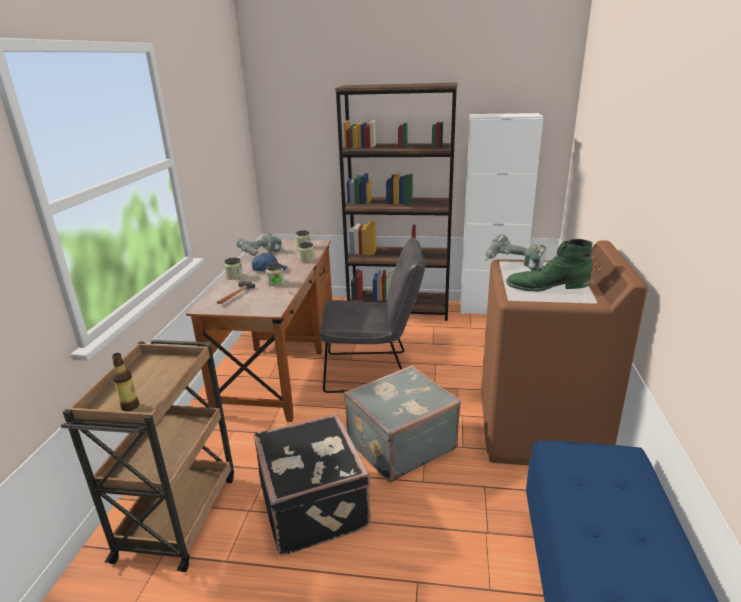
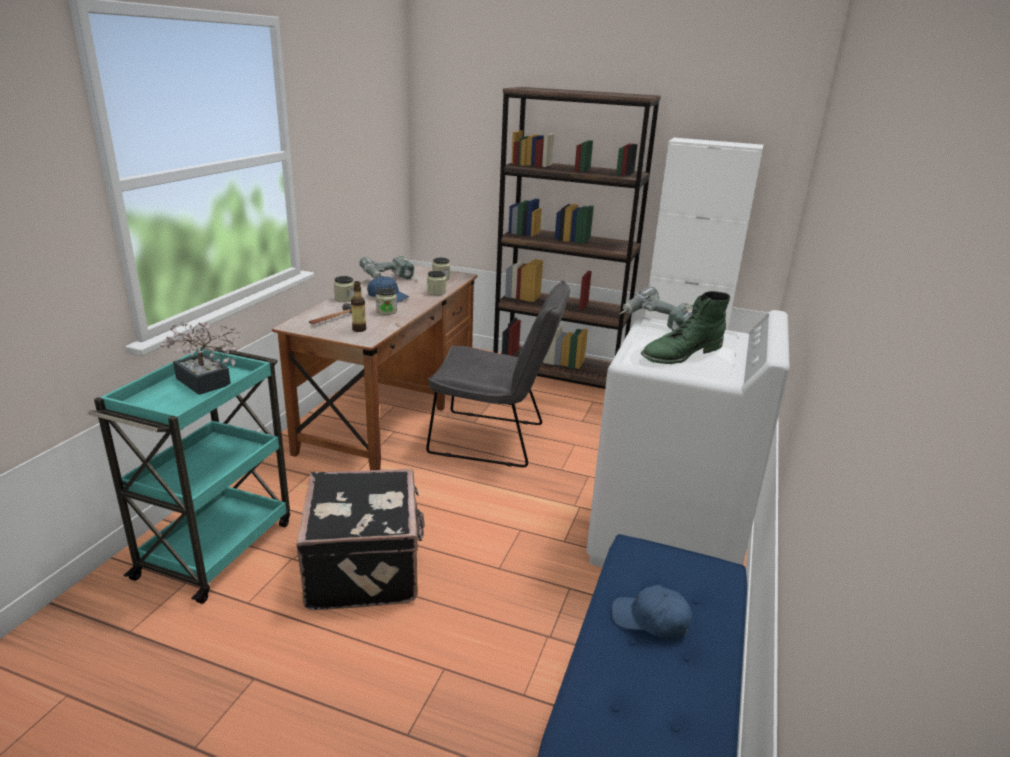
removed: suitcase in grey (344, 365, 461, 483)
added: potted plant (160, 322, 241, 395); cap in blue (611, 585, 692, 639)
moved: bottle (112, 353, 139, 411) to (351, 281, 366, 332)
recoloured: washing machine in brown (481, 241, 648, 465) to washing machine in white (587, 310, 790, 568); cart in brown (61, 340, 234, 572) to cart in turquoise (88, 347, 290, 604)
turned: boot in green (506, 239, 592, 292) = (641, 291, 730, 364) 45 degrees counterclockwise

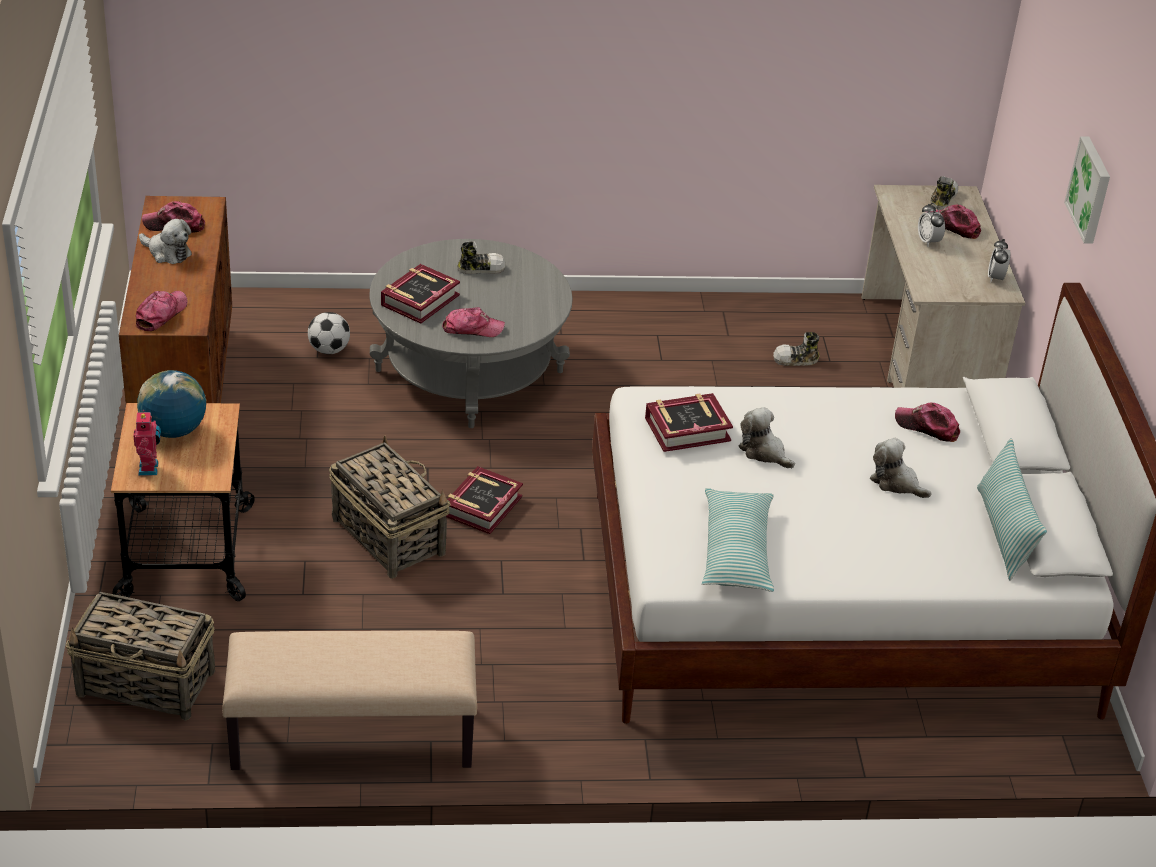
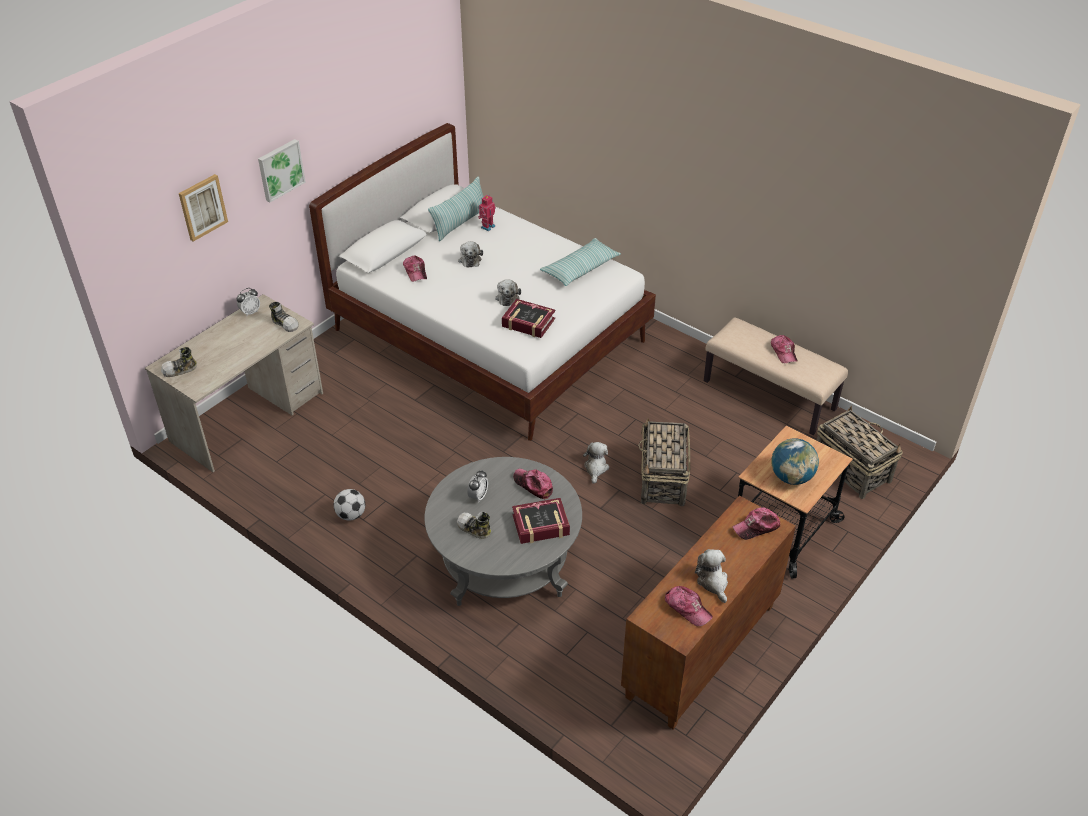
added: picture (179, 174, 228, 242)
moved: alarm clock (918, 203, 945, 247) to (467, 470, 488, 503); cap (931, 205, 981, 239) to (771, 335, 798, 363); football (308, 312, 350, 354) to (334, 489, 365, 521); shoe (773, 332, 820, 366) to (269, 302, 299, 332); toy robot (134, 410, 161, 476) to (478, 195, 496, 231)
replaced: book (446, 466, 523, 534) to plush toy (583, 442, 609, 484)

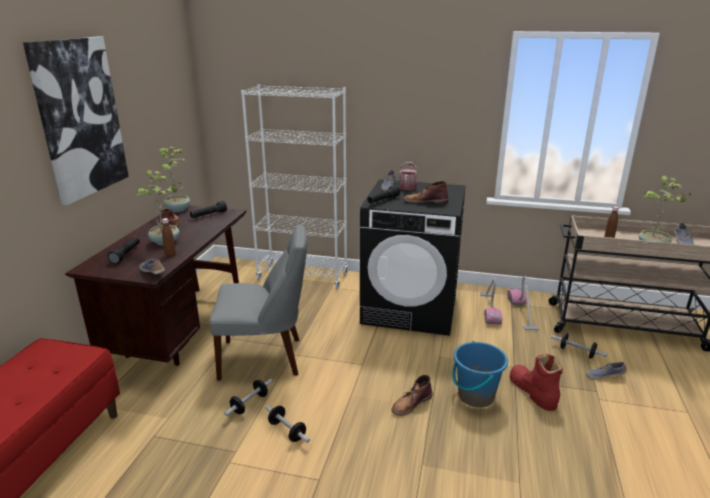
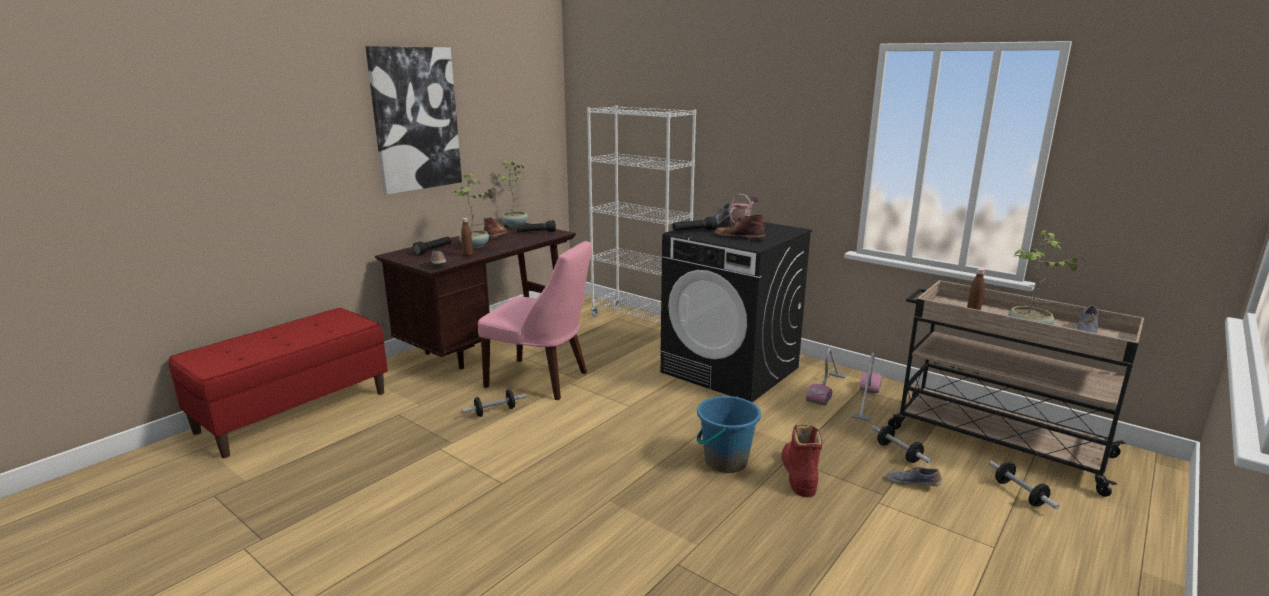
removed: boot in brown (391, 375, 433, 416)
moved: dumbbell (265, 405, 310, 443) to (989, 461, 1059, 509)
recoloured: chair in grey (210, 225, 307, 380) to chair in pink (478, 241, 592, 400)

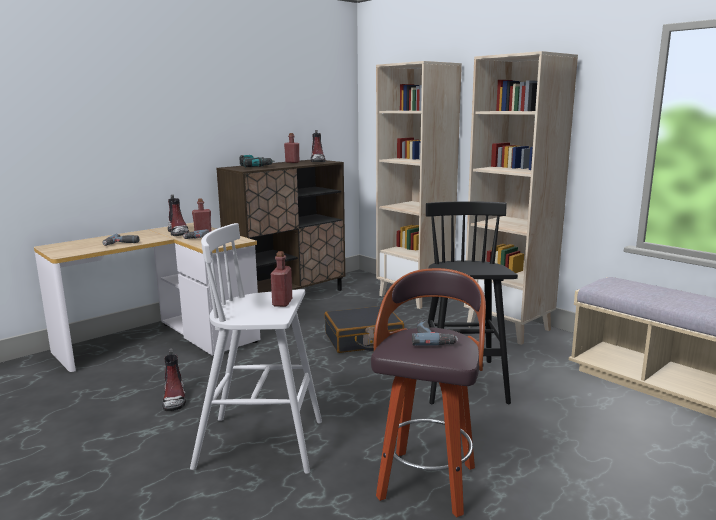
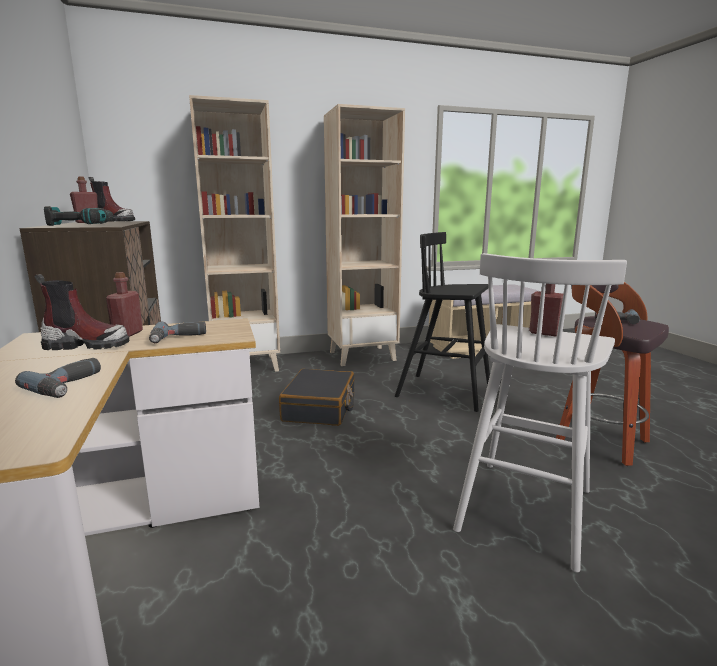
removed: boot (162, 349, 186, 411)

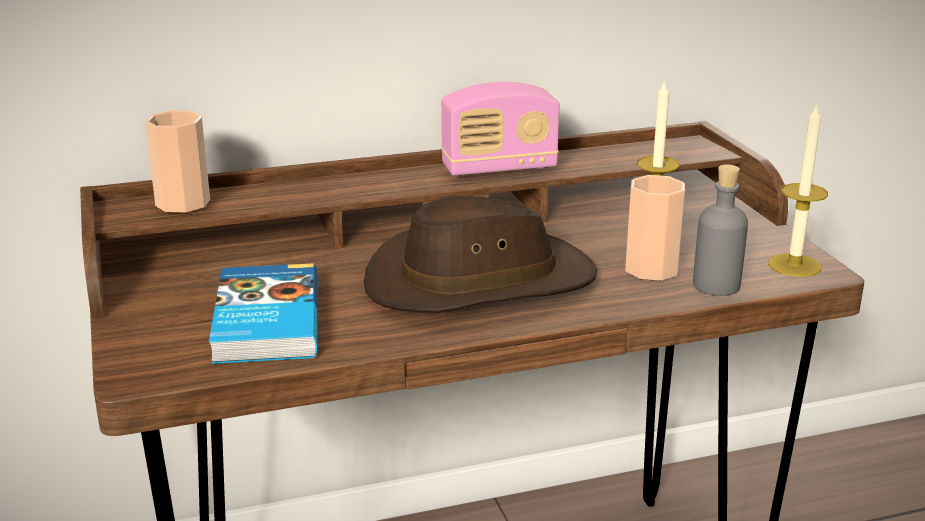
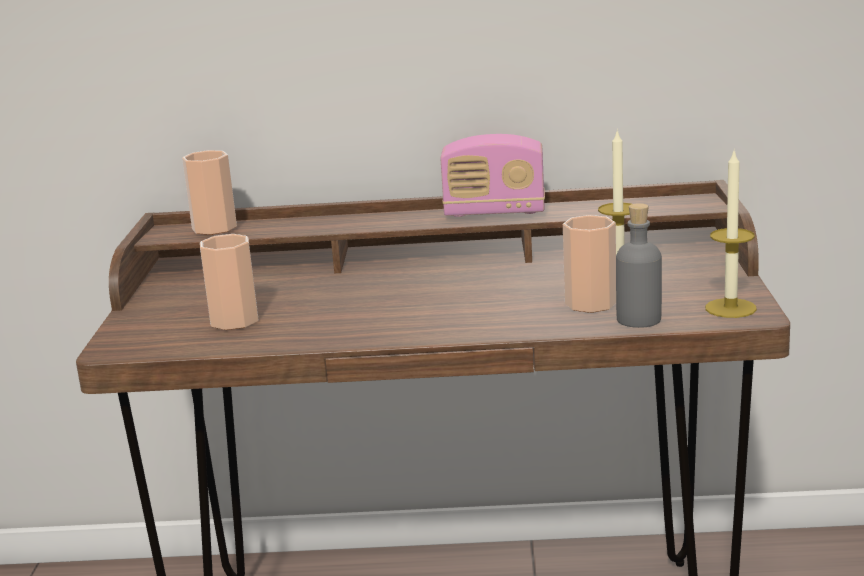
removed: hat in brown (364, 196, 597, 313)
replaced: book (209, 263, 317, 364) to cup (200, 234, 259, 330)

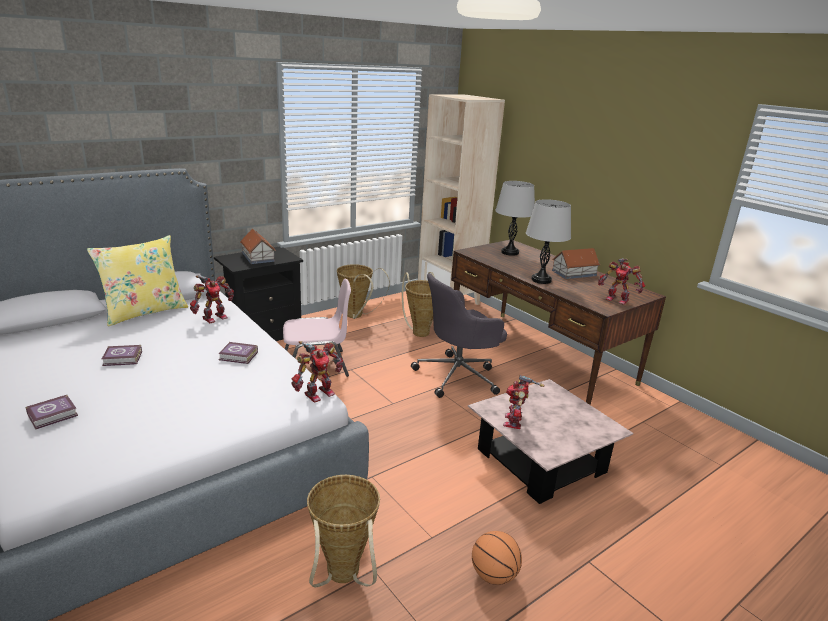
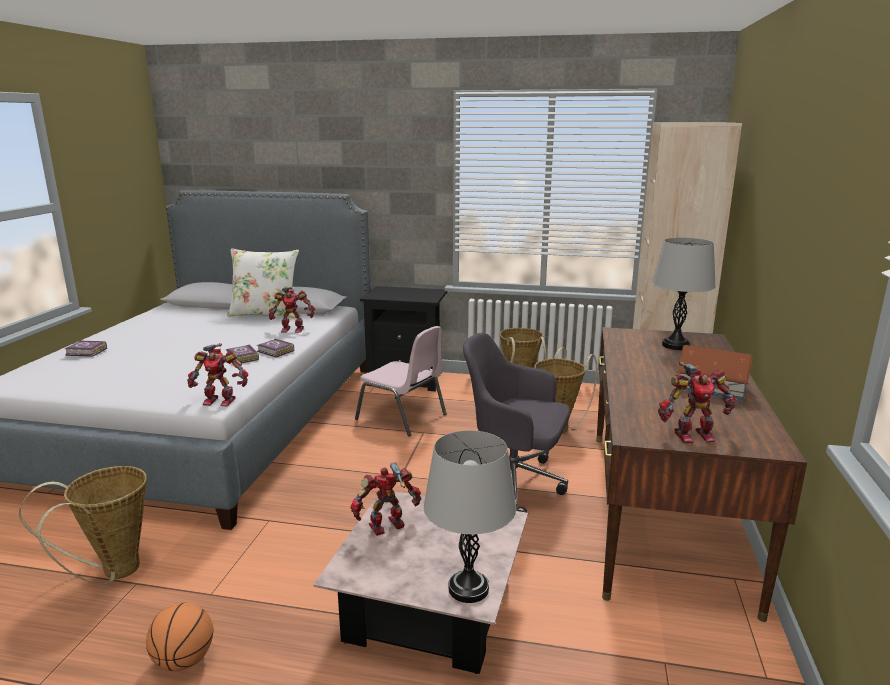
removed: toy house (240, 229, 276, 264)
moved: table lamp in grey (526, 199, 571, 284) to (423, 430, 517, 603); book (102, 345, 142, 366) to (257, 339, 294, 357)
recoloured: pillow in yellow (87, 235, 188, 326) to pillow in white (227, 248, 299, 319)
turned: toy robot (598, 259, 645, 305) = (658, 362, 736, 443) 90 degrees counterclockwise

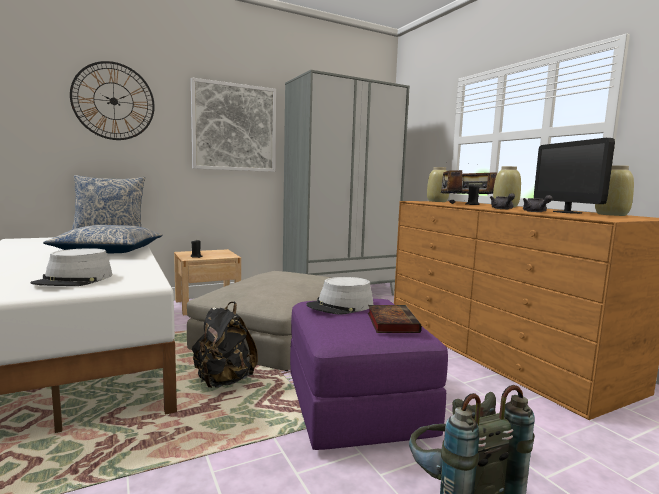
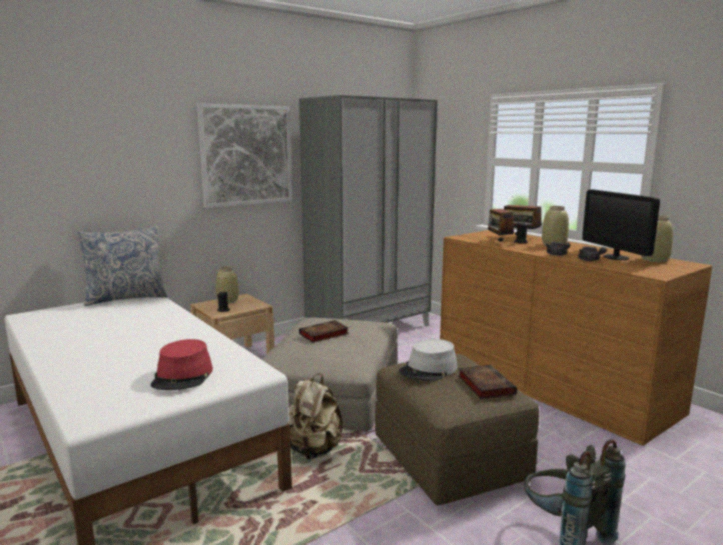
removed: wall clock (70, 61, 155, 140); pillow (43, 225, 163, 253)
added: book (299, 320, 349, 343)
moved: vase in beige (427, 167, 449, 202) to (216, 266, 239, 303)
recoloured: hat in grey (31, 248, 113, 286) to hat in red (151, 339, 213, 390); ottoman in purple (290, 299, 448, 450) to ottoman in brown (375, 354, 539, 505); backpack in black (192, 302, 258, 388) to backpack in beige (288, 373, 343, 459)

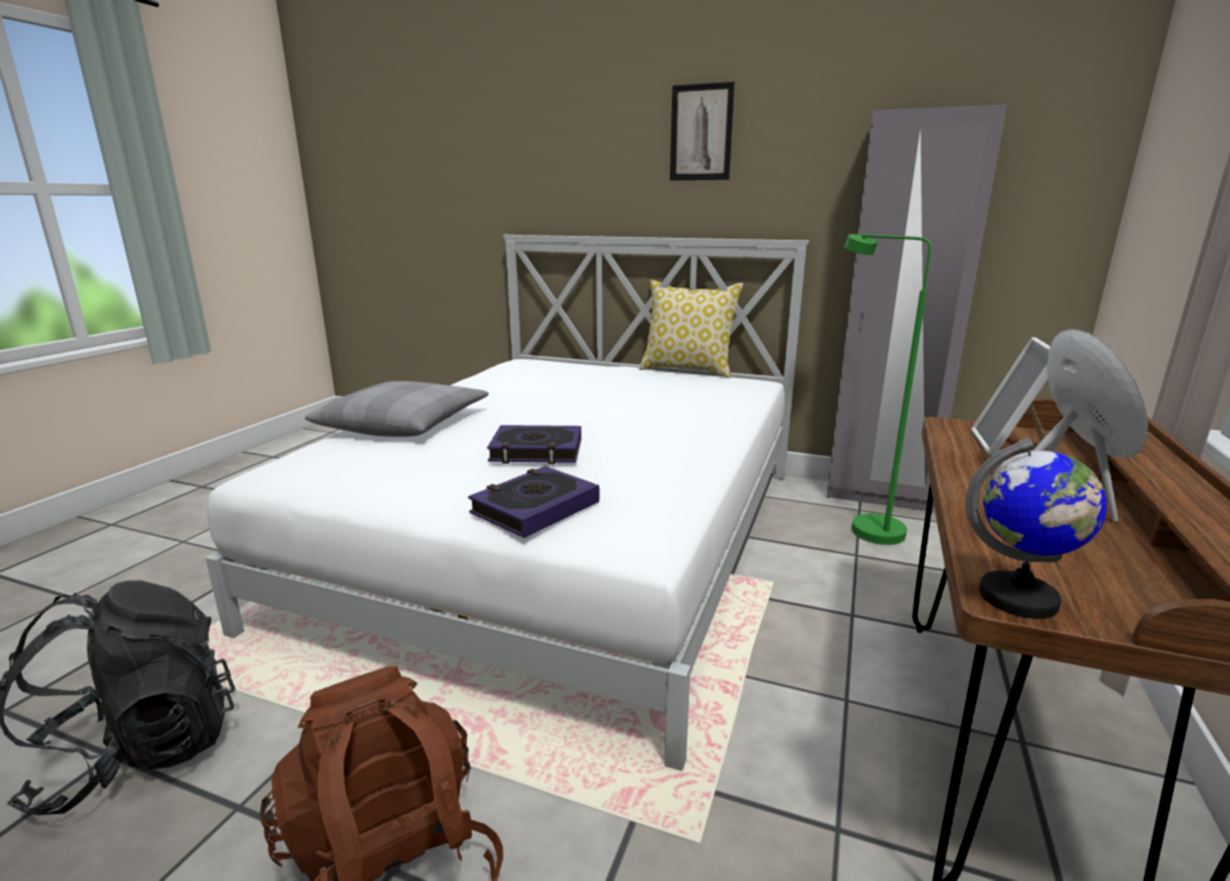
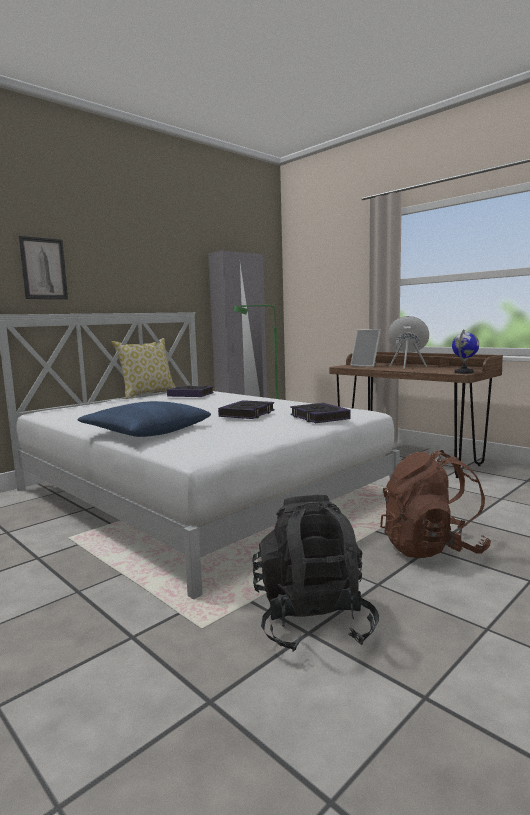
added: book (167, 385, 214, 397)
moved: picture (670, 82, 735, 180) to (19, 236, 68, 299)
recoloured: pillow in grey (305, 381, 489, 437) to pillow in blue (78, 401, 211, 437)

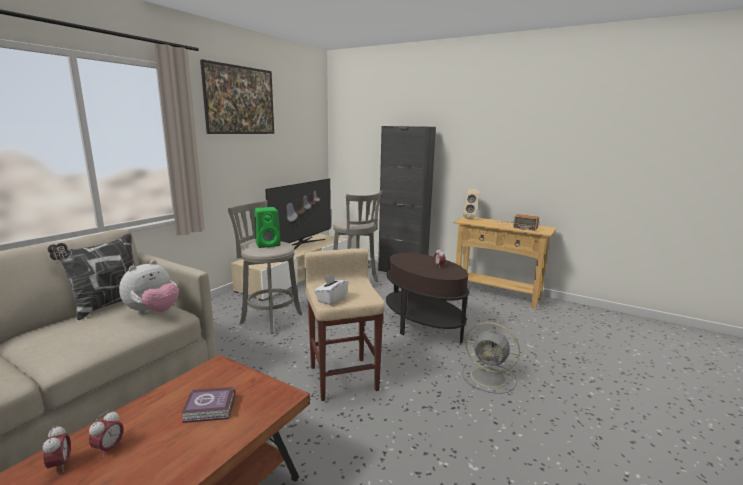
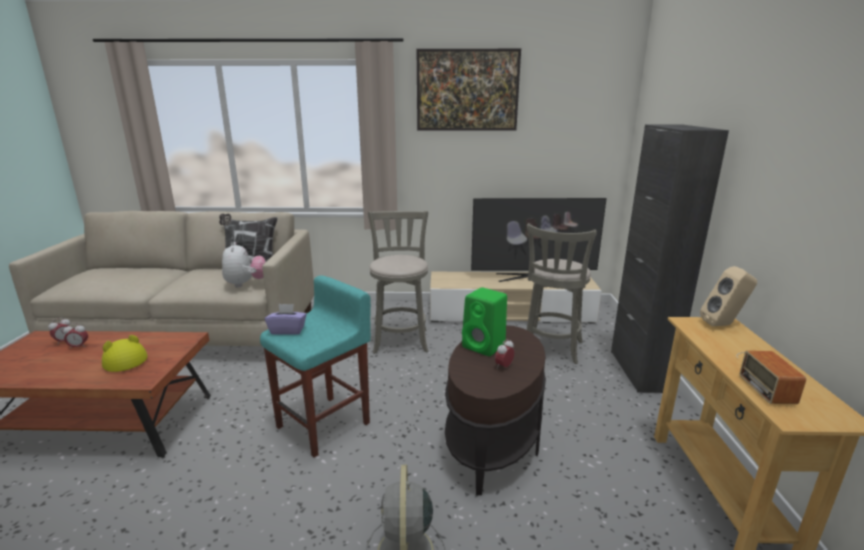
moved: speaker in green (254, 207, 281, 248) to (462, 287, 507, 356)
replaced: book (181, 387, 235, 423) to hat in yellow (102, 335, 148, 372)
recoloured: stool in beige (304, 248, 385, 401) to stool in turquoise (260, 276, 371, 458); tissue box in white (314, 274, 348, 305) to tissue box in purple (265, 304, 307, 335)
turned: plush toy (119, 260, 179, 314) = (222, 242, 266, 288) 105 degrees counterclockwise

